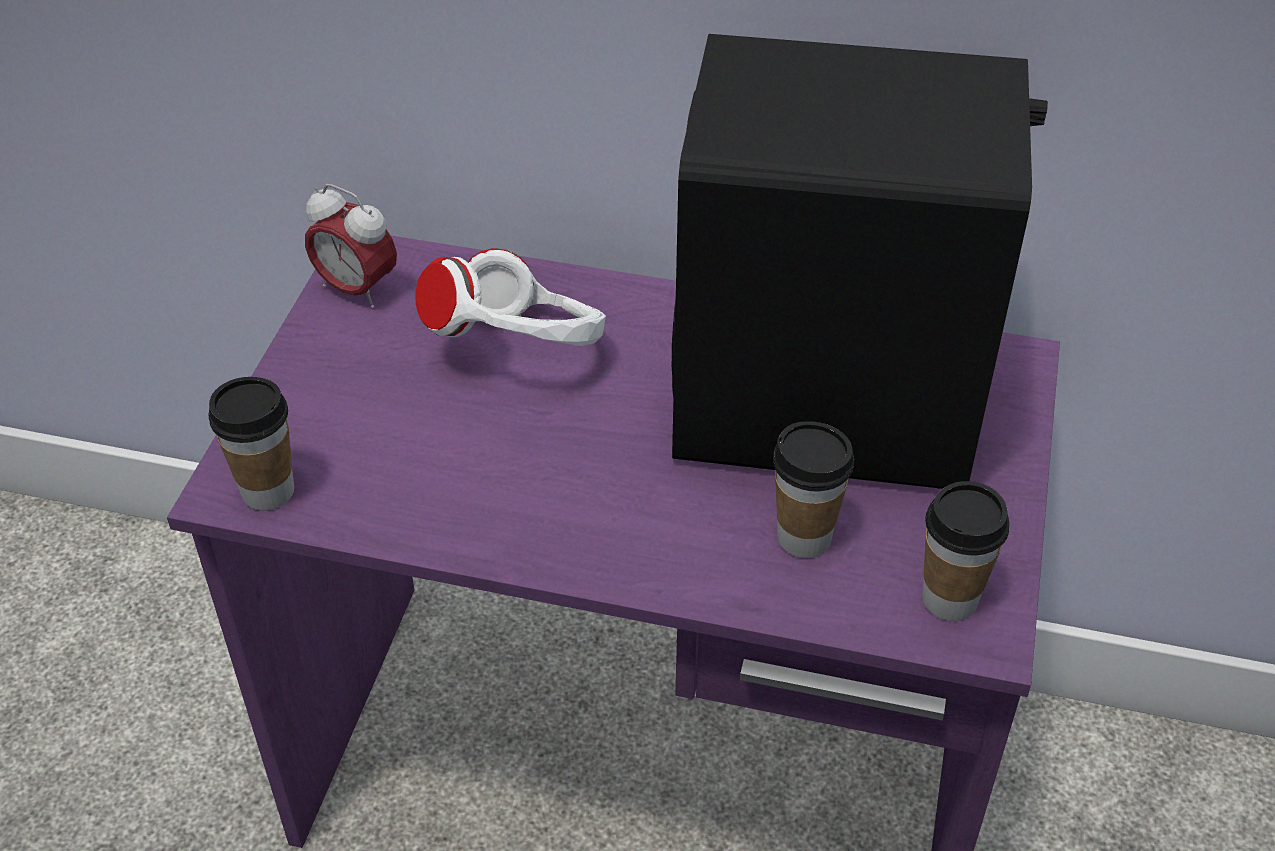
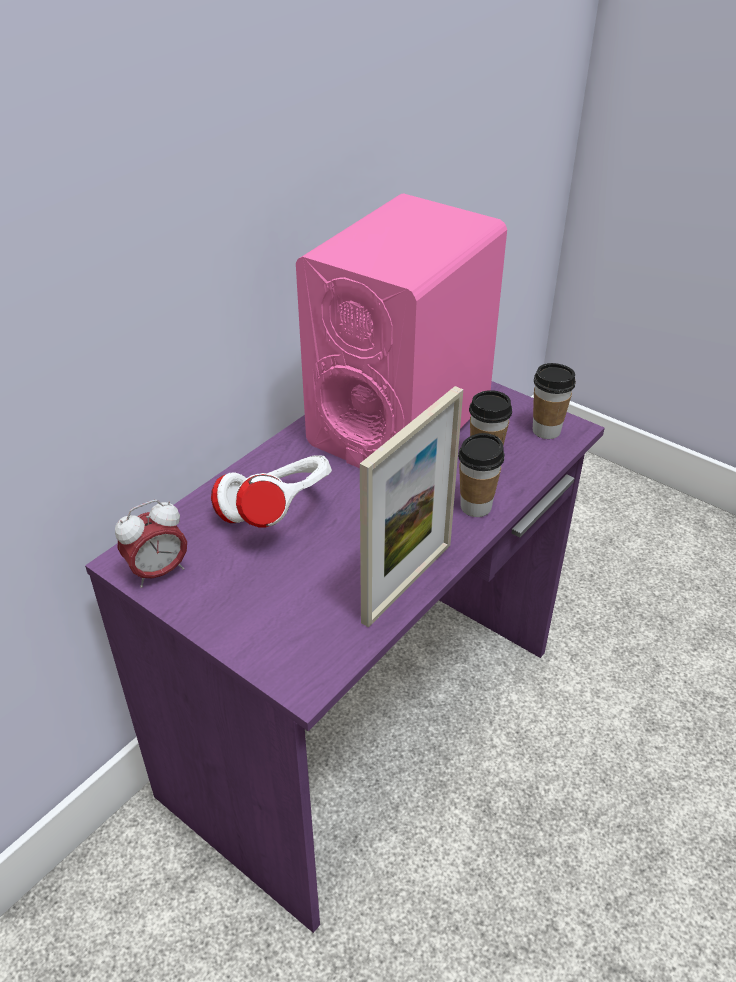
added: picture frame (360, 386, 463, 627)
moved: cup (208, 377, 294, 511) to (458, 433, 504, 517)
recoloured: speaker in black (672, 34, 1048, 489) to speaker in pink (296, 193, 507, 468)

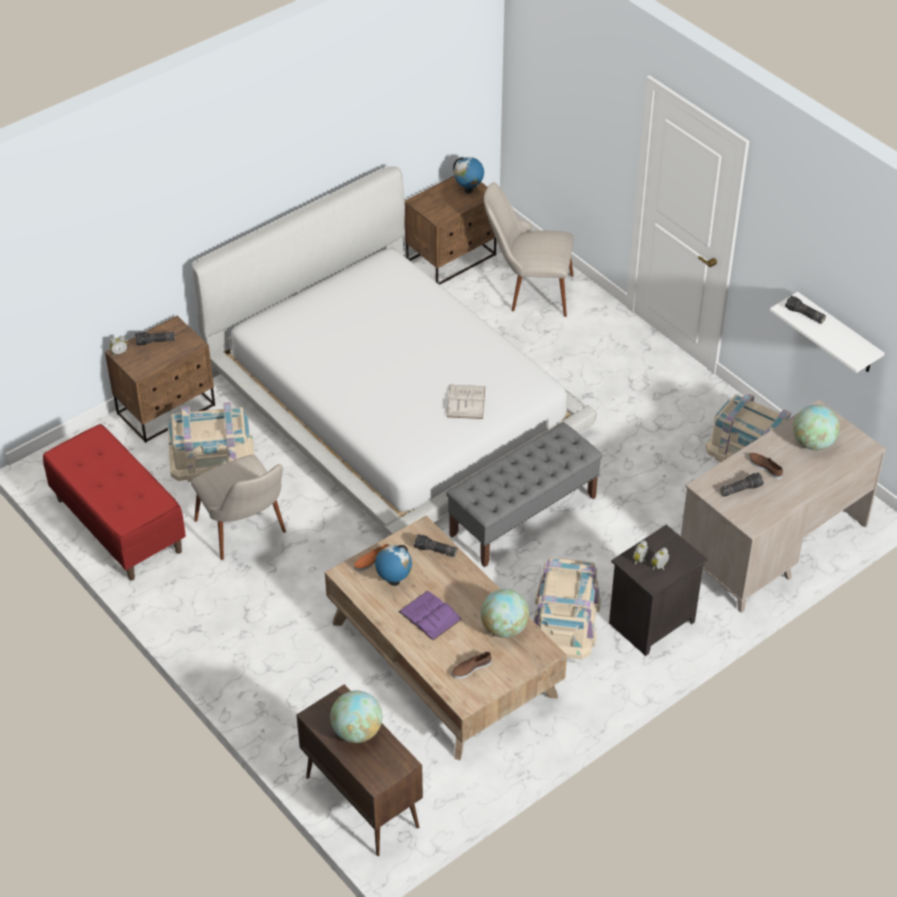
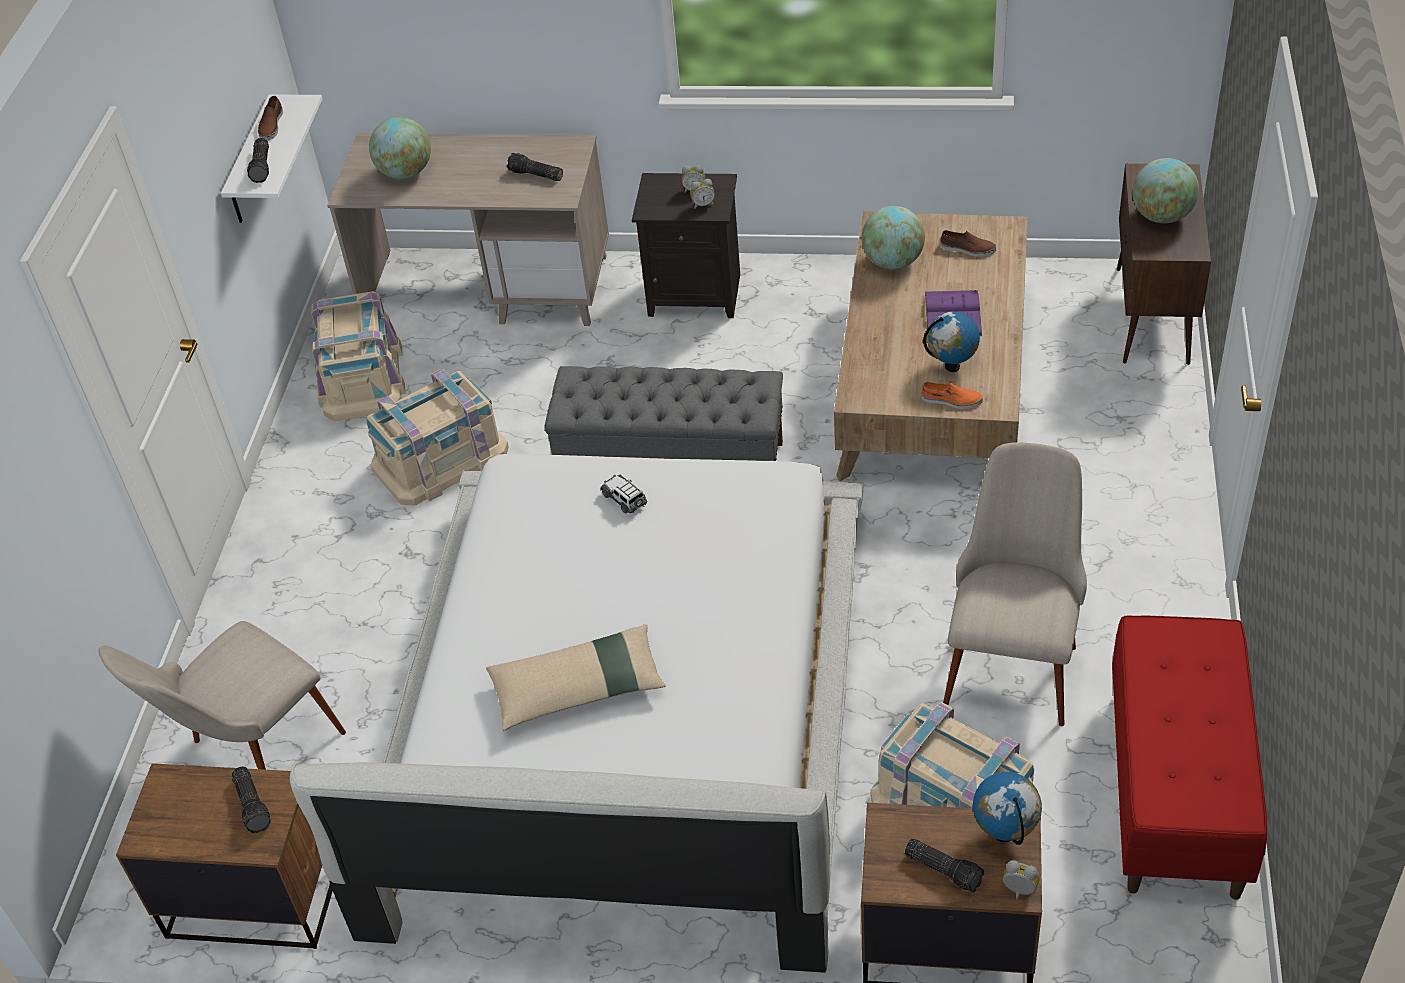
added: pillow in beige (486, 624, 666, 731)
moved: globe (453, 157, 484, 193) to (973, 772, 1042, 845); shoe in brown (749, 453, 783, 479) to (258, 96, 283, 141); flashlight (414, 534, 457, 557) to (232, 767, 271, 833); storage box in beige (533, 557, 601, 659) to (367, 369, 509, 506)
replaced: book in white (447, 385, 485, 419) to toy car (600, 474, 647, 514)
turned: chair in beige (484, 182, 574, 317) = (98, 621, 346, 770) 75 degrees clockwise

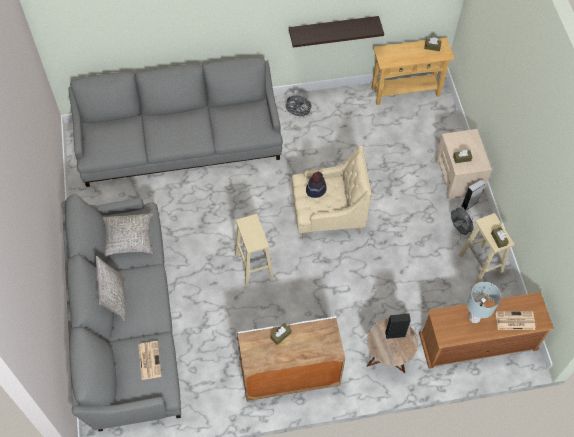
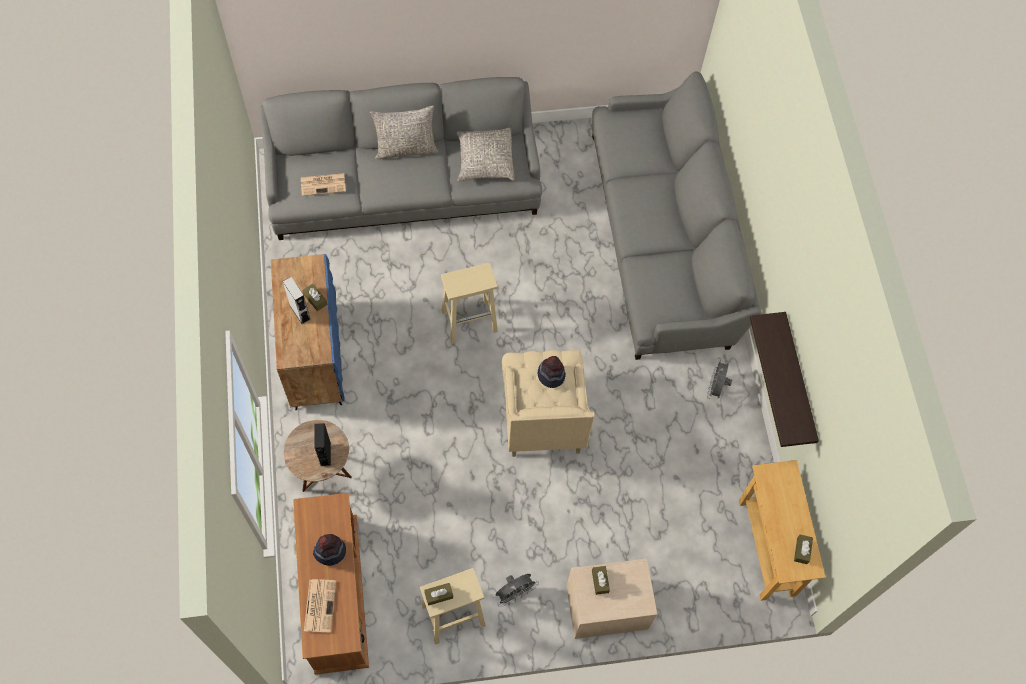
moved: speaker in grey (462, 179, 485, 211) to (283, 277, 311, 324)
replaced: table lamp in grey (467, 282, 501, 323) to hat (313, 534, 346, 566)
recoloured: cabinet in white (237, 316, 345, 401) to cabinet in blue (271, 254, 344, 410)

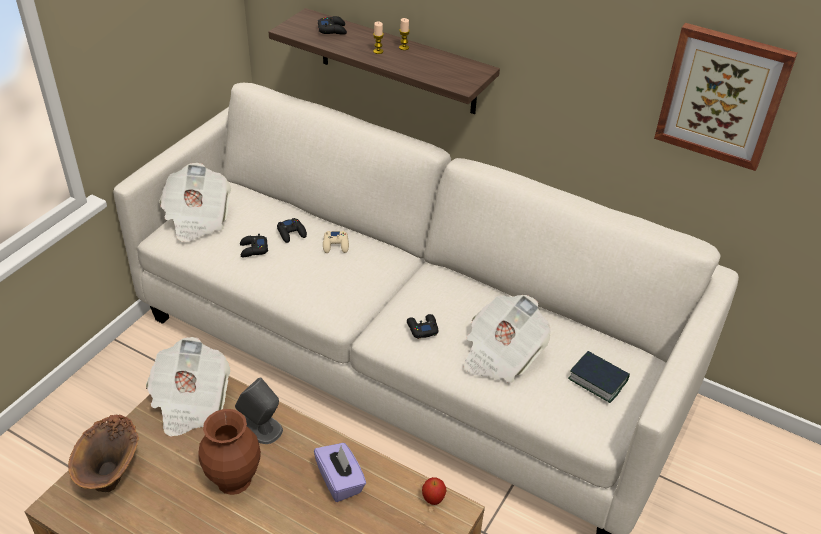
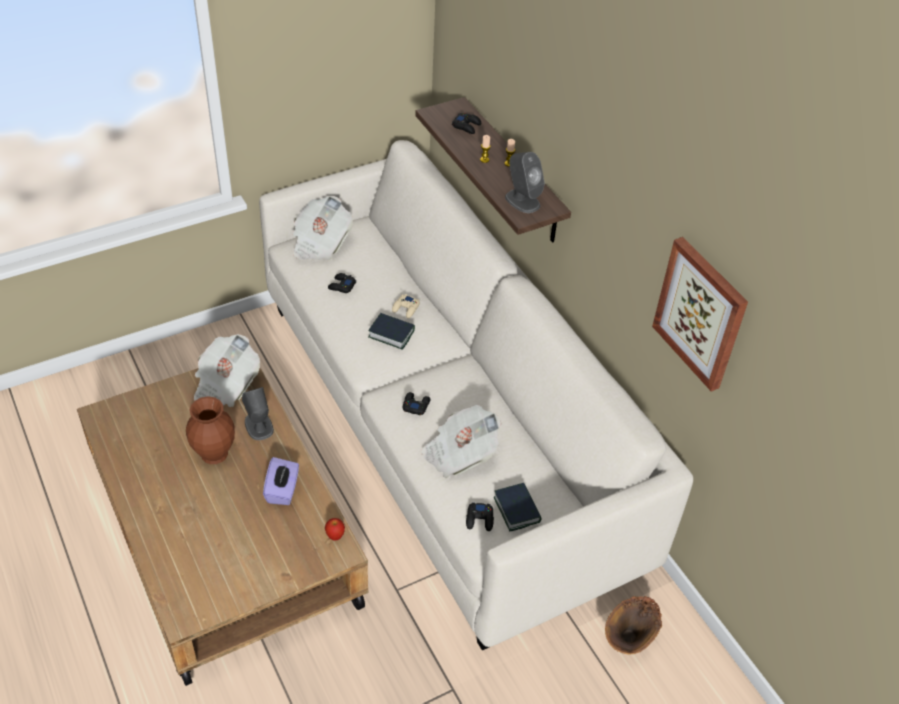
added: speaker in grey (505, 152, 545, 213); book (368, 313, 415, 350)
moved: game controller in black (277, 218, 307, 243) to (466, 502, 494, 531); vase in brown (68, 414, 139, 492) to (605, 596, 662, 655)

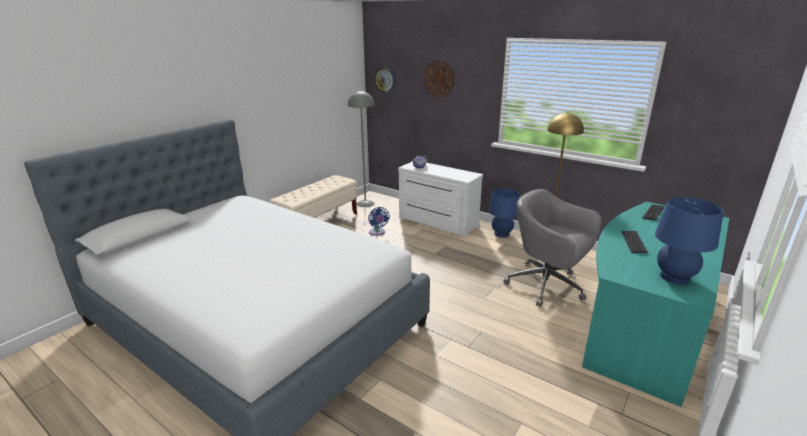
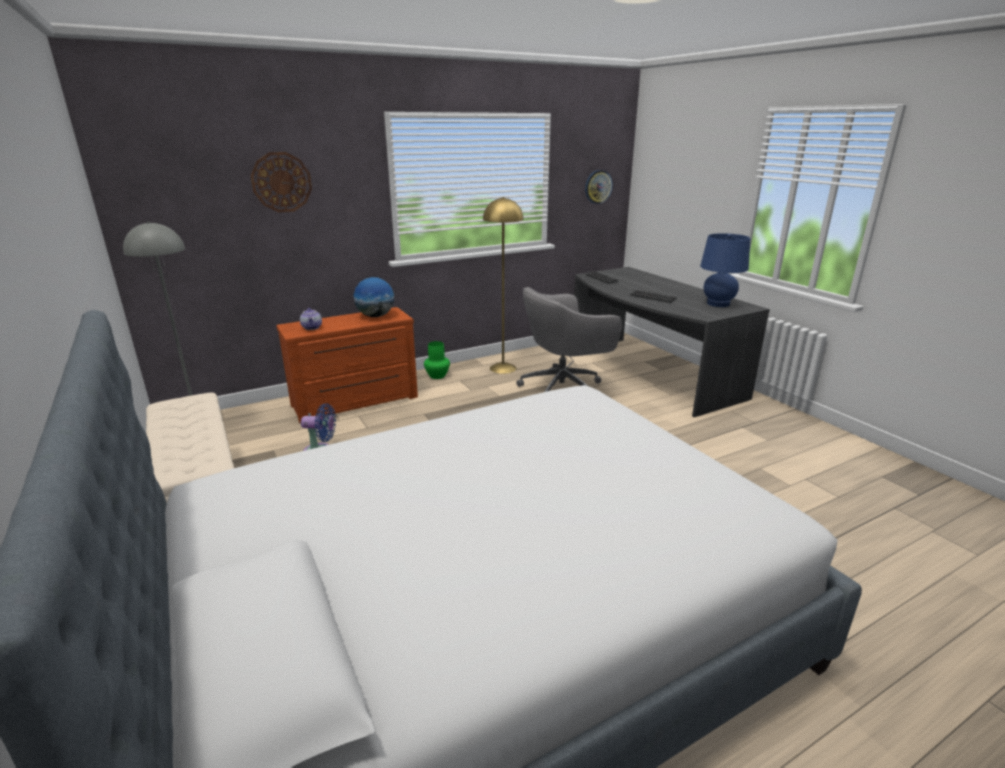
added: globe (353, 277, 394, 317)
moved: wall clock (374, 67, 394, 93) to (585, 170, 613, 204)
replaced: table lamp in blue (489, 189, 519, 237) to vase in green (424, 341, 450, 379)
recoloured: dresser in white (398, 161, 483, 238) to dresser in brown (276, 307, 418, 424); desk in turquoise (582, 202, 729, 407) to desk in grey (574, 267, 770, 417)

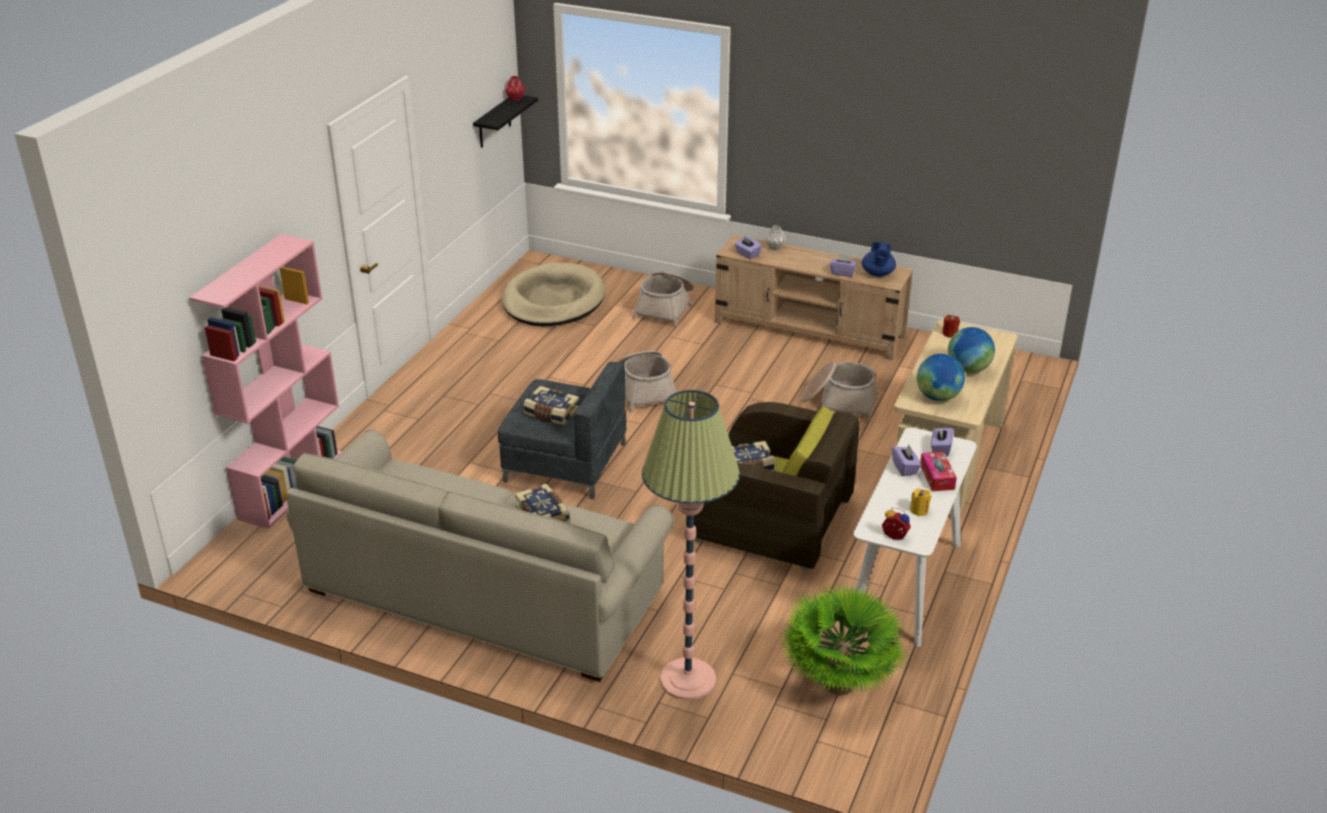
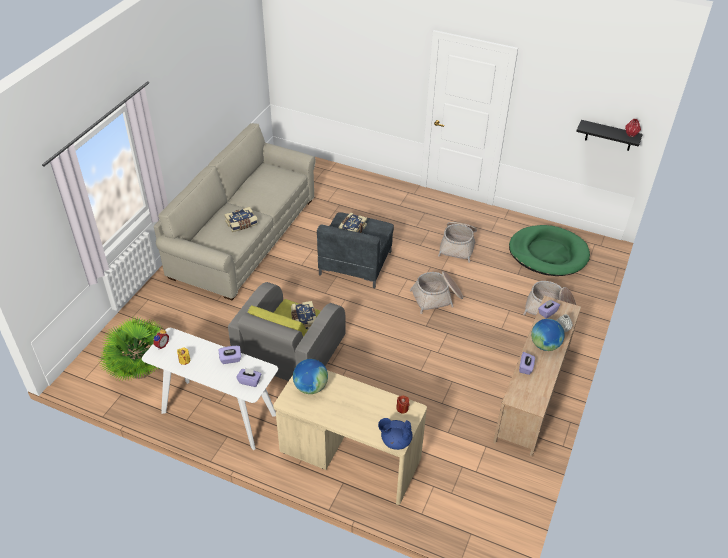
removed: bookcase in pink (189, 234, 342, 529); floor lamp (642, 390, 740, 700); tissue box (920, 451, 957, 491)
moved: teapot in blue (862, 242, 896, 277) to (378, 418, 413, 450); globe (948, 327, 995, 373) to (531, 319, 565, 351); basket (801, 361, 879, 421) to (438, 222, 477, 263)
recoloured: dog bed in beige (502, 262, 605, 326) to dog bed in green (509, 225, 590, 276); armchair in brown (686, 402, 860, 571) to armchair in grey (228, 282, 346, 381)

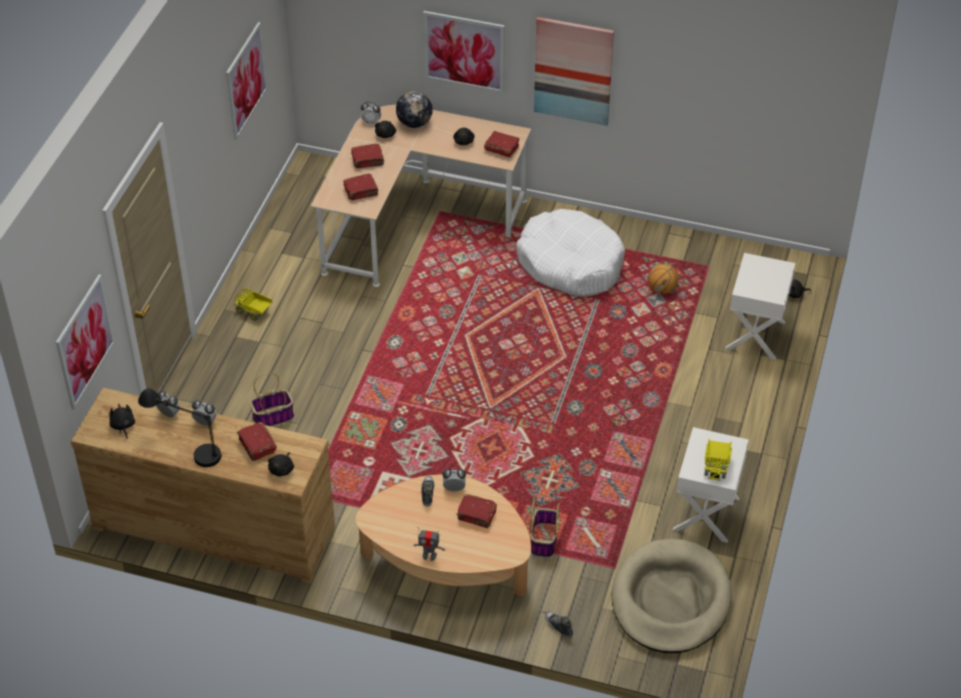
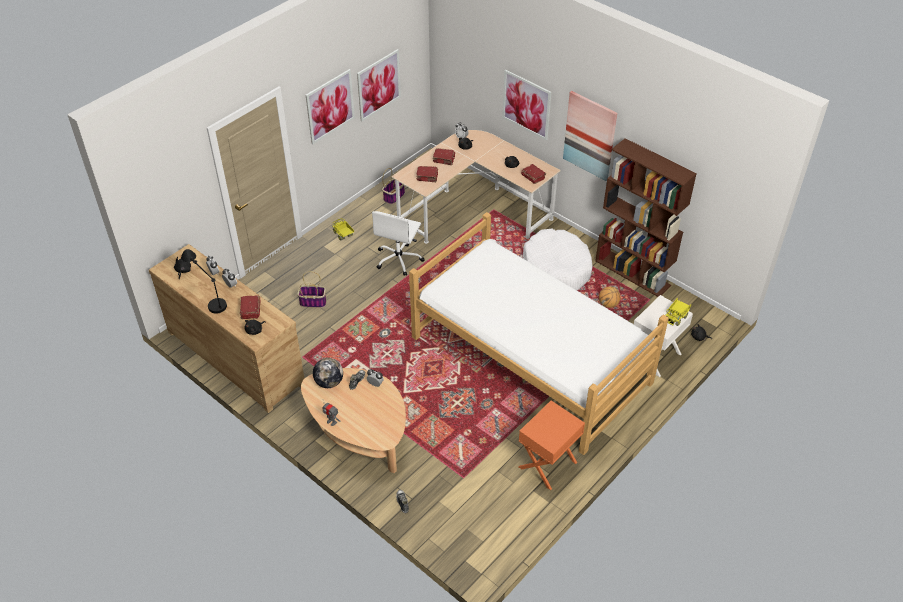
removed: book in red (456, 494, 497, 528); dog bed in beige (612, 539, 732, 653)
added: bookcase in brown (595, 138, 697, 297); office chair in white (372, 211, 424, 276); bed (409, 212, 669, 455)
moved: globe (396, 91, 433, 128) to (313, 358, 343, 388); picture (56, 274, 115, 410) to (306, 69, 355, 144); toy truck (704, 438, 732, 480) to (665, 298, 691, 326); basket (530, 499, 560, 558) to (382, 168, 405, 204)
recoloured: nightstand in white (673, 427, 749, 543) to nightstand in orange (519, 401, 585, 490)

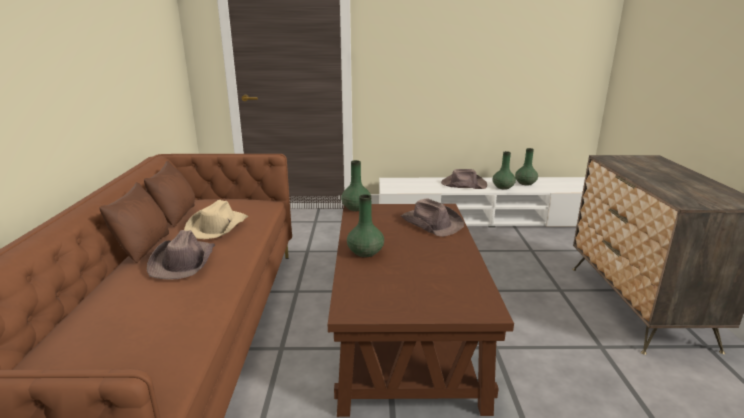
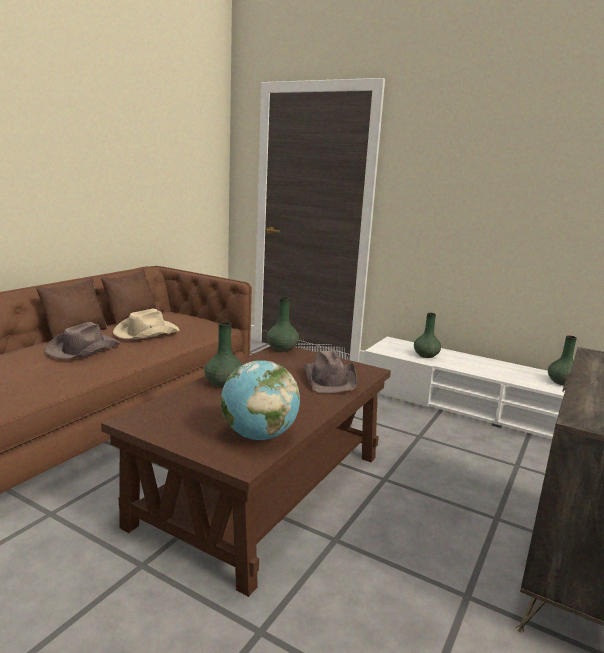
removed: hat in brown (441, 169, 487, 189)
added: globe (221, 360, 300, 440)
moved: vase in green (492, 151, 516, 190) to (414, 313, 441, 358)

